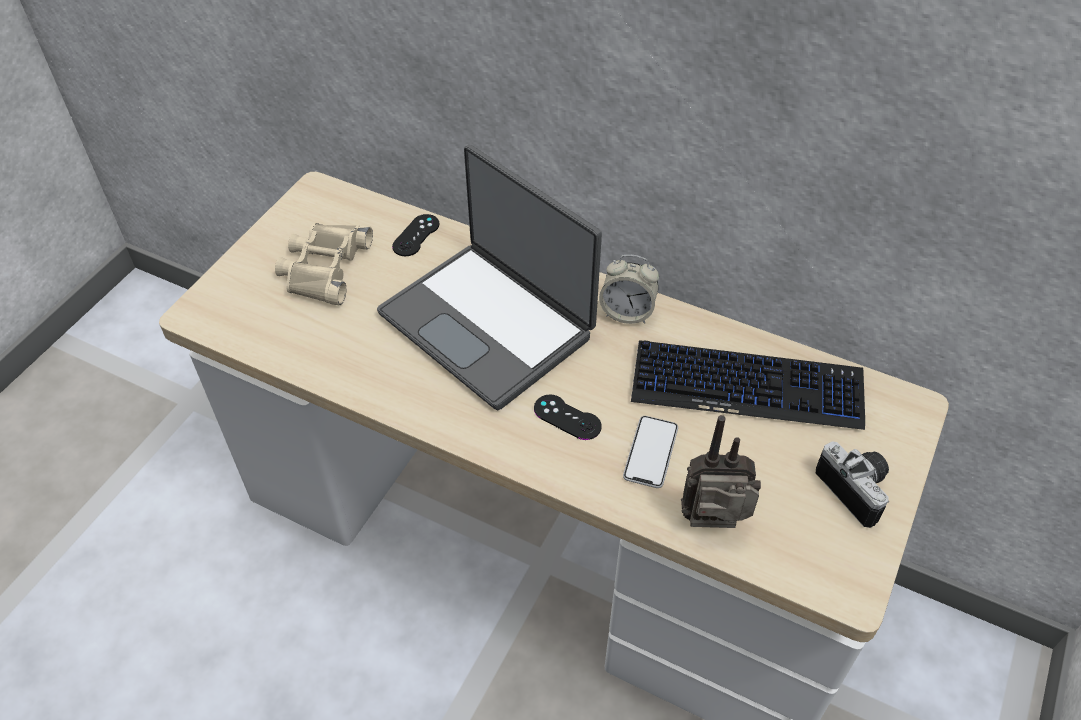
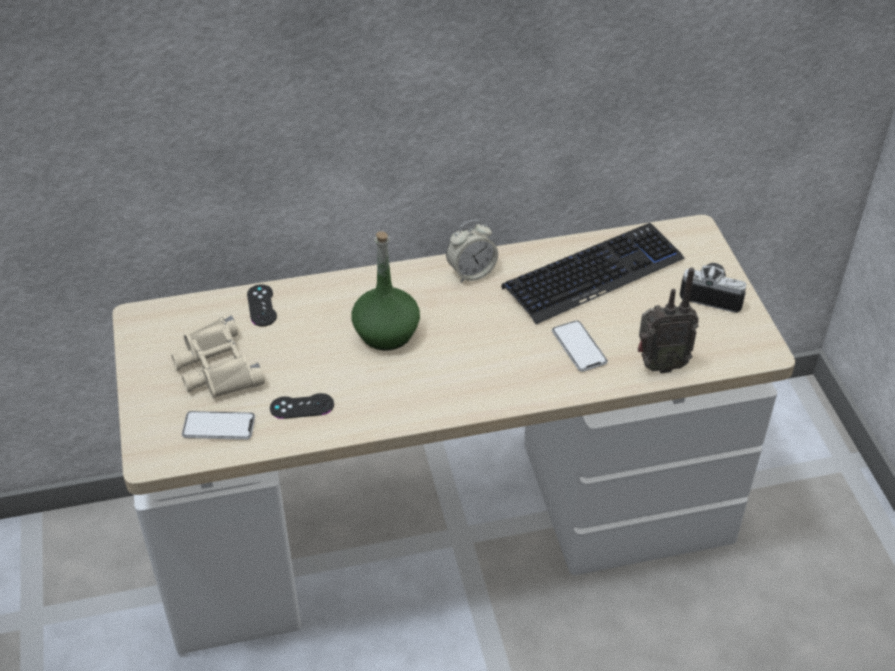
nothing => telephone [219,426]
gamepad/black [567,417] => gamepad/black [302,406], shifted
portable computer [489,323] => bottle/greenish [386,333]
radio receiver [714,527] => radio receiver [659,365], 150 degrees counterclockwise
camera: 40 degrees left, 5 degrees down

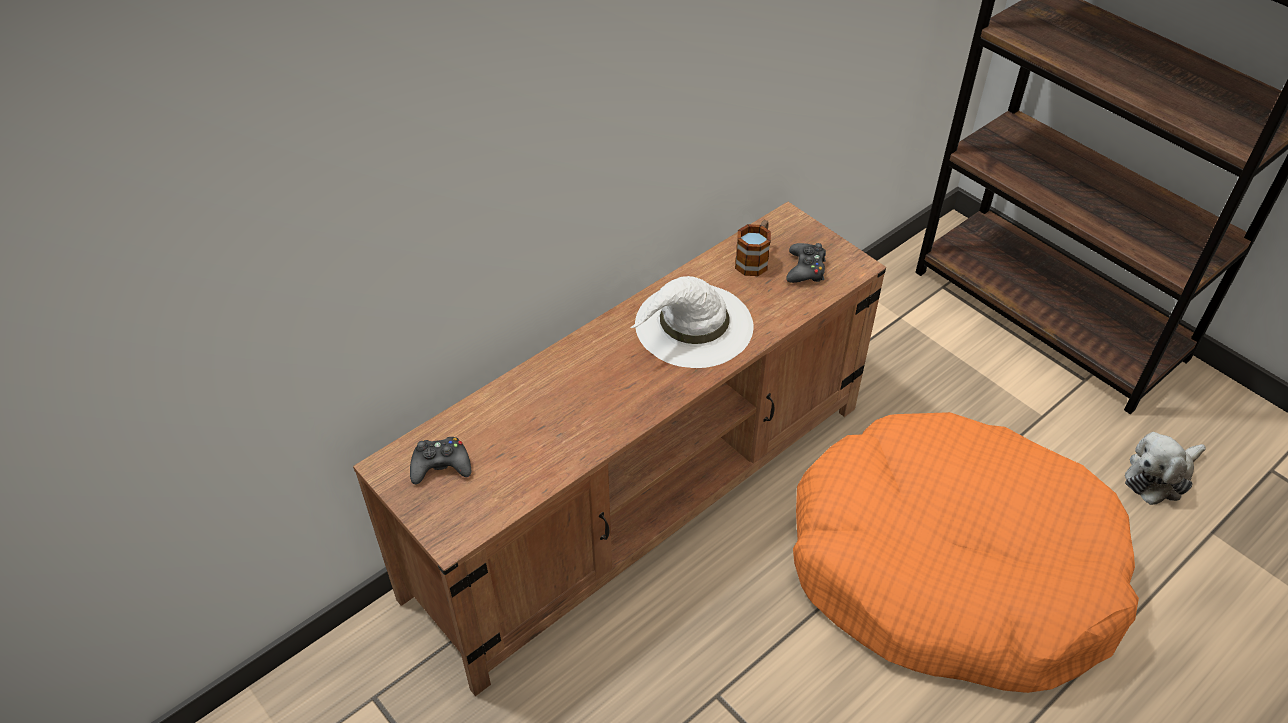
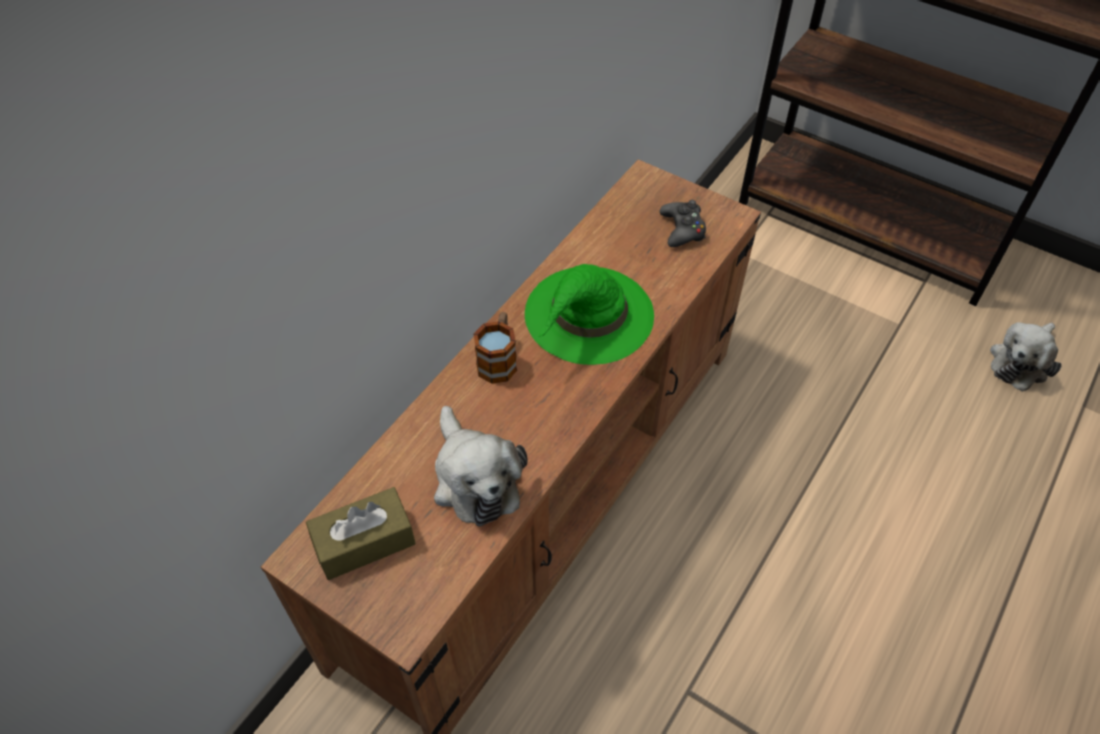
dog cushion/orange-coloured [949,570] => nothing
nothing => cuddly toy [474,479]
coffee mug [754,260] => coffee mug [498,359], shifted
gamepad/black [441,466] => box of tissues/brown-coloured [364,542]
wearable hat/white [693,326] => wearable hat/greenish [588,316]
camera: 15 degrees left, 5 degrees up

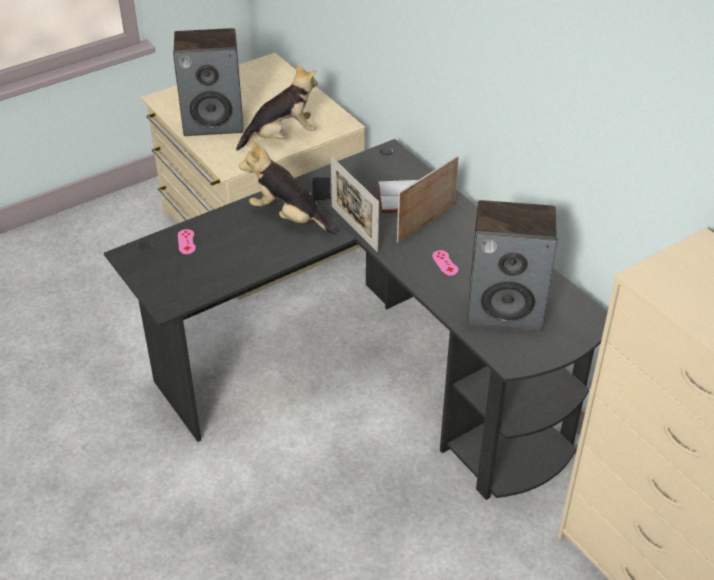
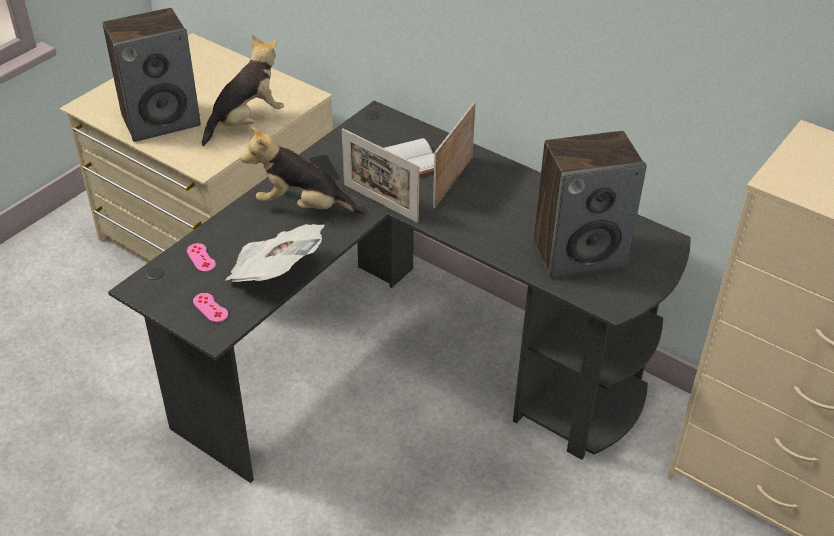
nothing => newspaper [276,273]
gamepad/pink [445,263] => gamepad/pink [210,308], shifted
camera: 20 degrees left, 0 degrees up

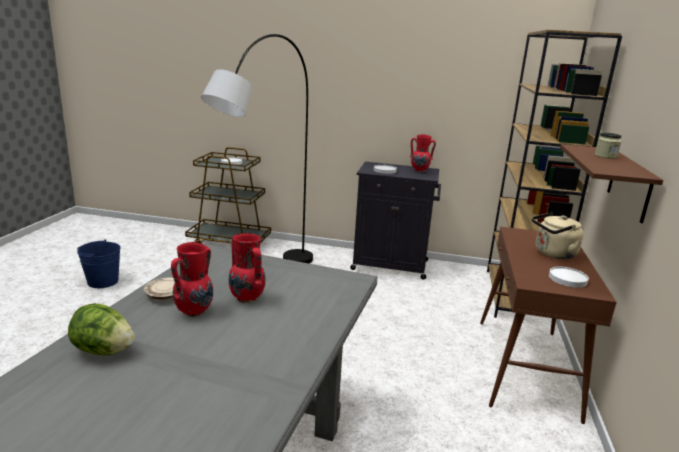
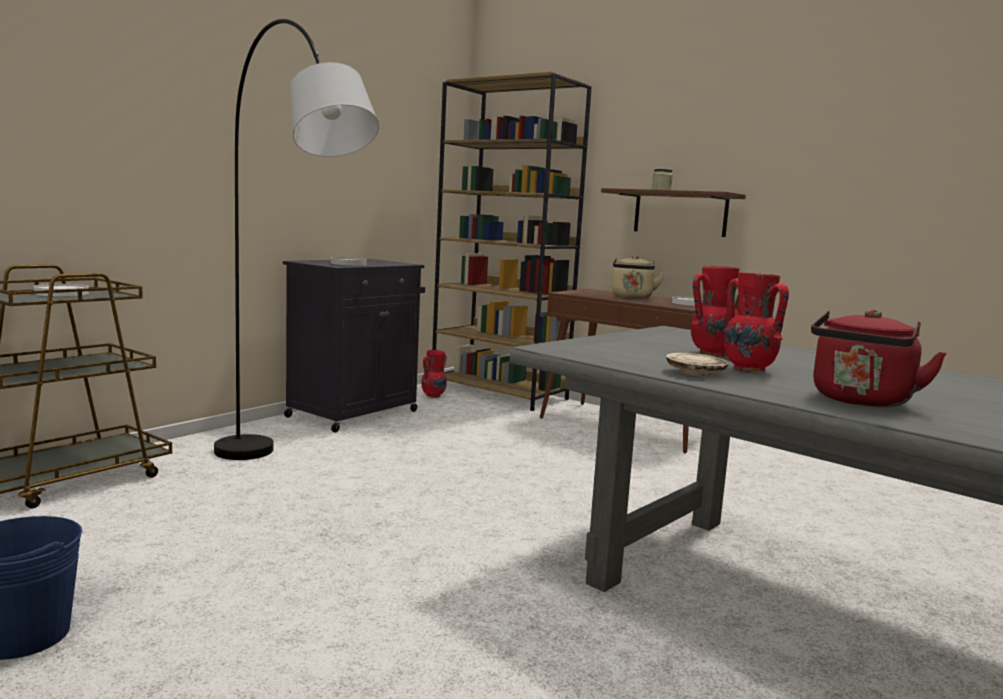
vase/reddish [420,170] => vase/reddish [433,396], shifted
lettuce [103,351] => water kettle/reddish [860,401]
camera: 65 degrees left, 10 degrees down

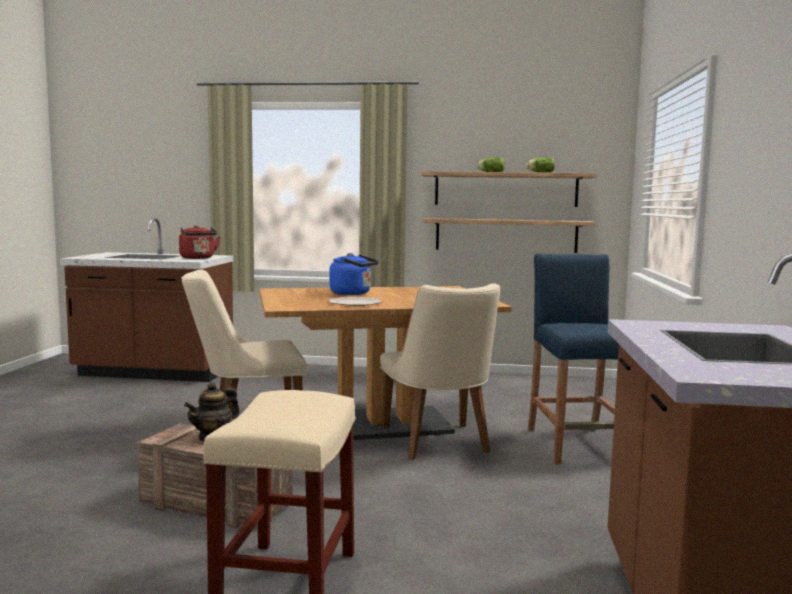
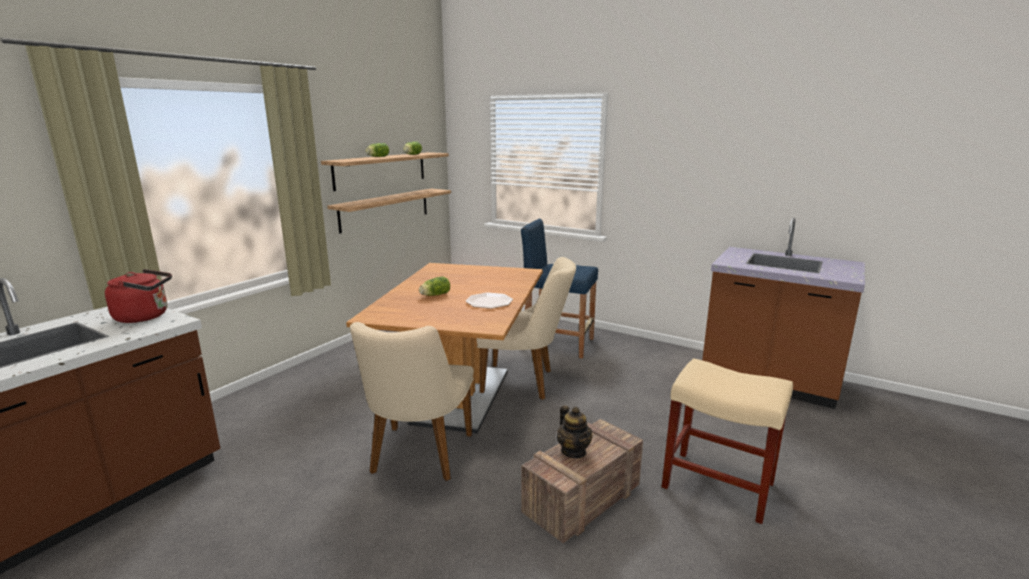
water kettle/blue [353,293] => lettuce [434,295]
camera: 65 degrees left, 10 degrees up

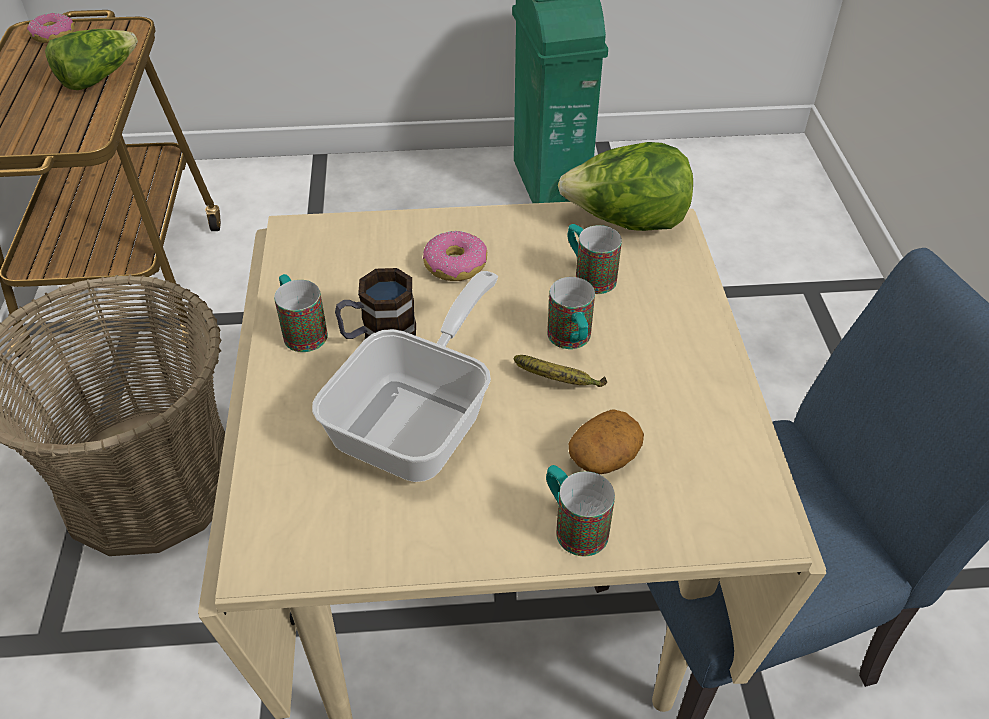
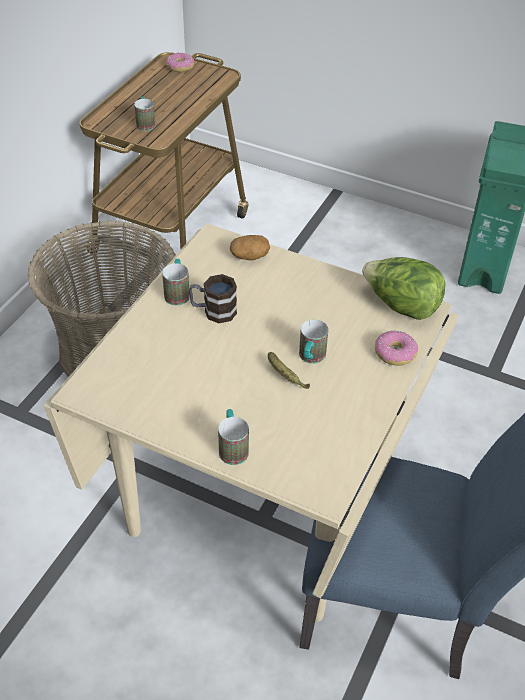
lettuce [98,77] => nothing
skillet [421,420] => nothing
doughnut [455,265] => doughnut [394,353], shifted
coffee mug [588,275] => coffee mug [145,123], shifted
whole potato [604,457] => whole potato [249,256], shifted
camera: 30 degrees right, 0 degrees up

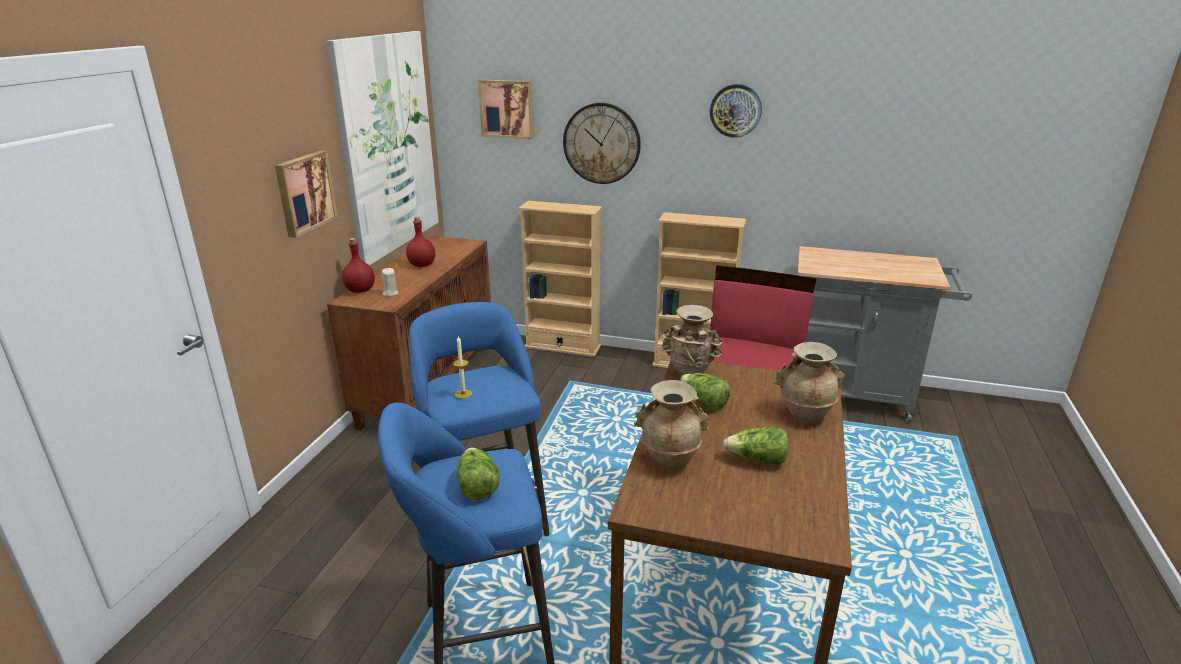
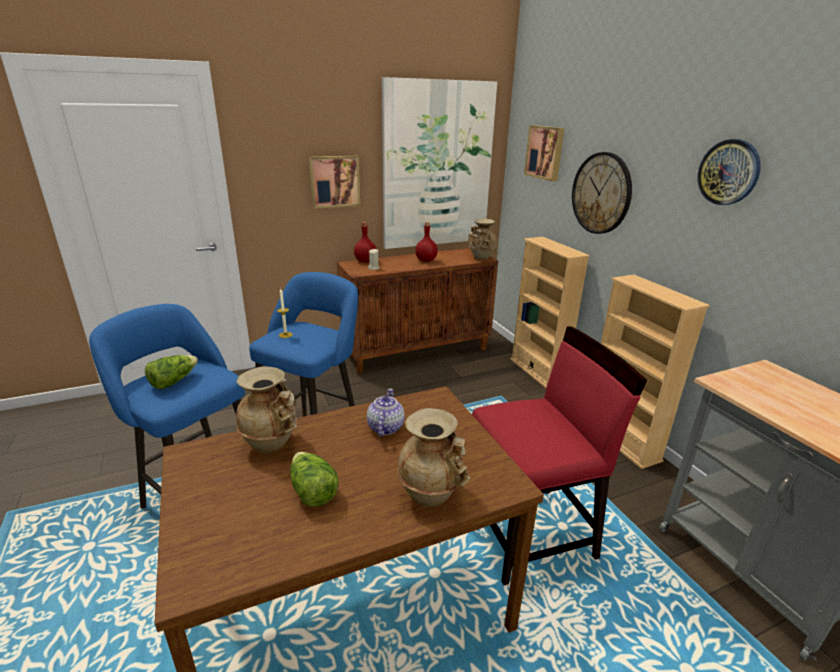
vase/beige-coloured [690,372] => vase/beige-coloured [480,258], shifted
lettuce [703,402] => teapot [385,427]
camera: 50 degrees right, 0 degrees up

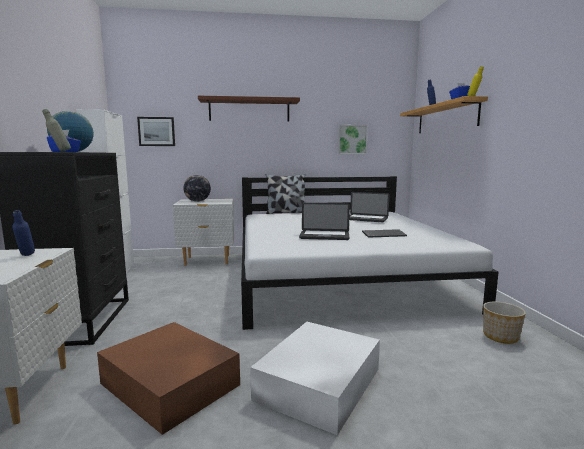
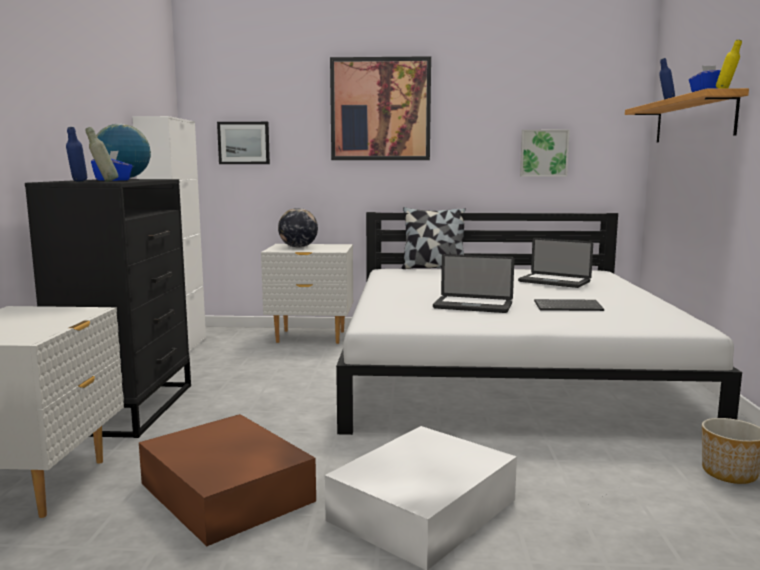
bottle/blue [26,256] => bottle/blue [78,181], shifted
wall shelf/brown-coloured [249,110] => wall picture [380,109]
camera: 10 degrees right, 0 degrees up

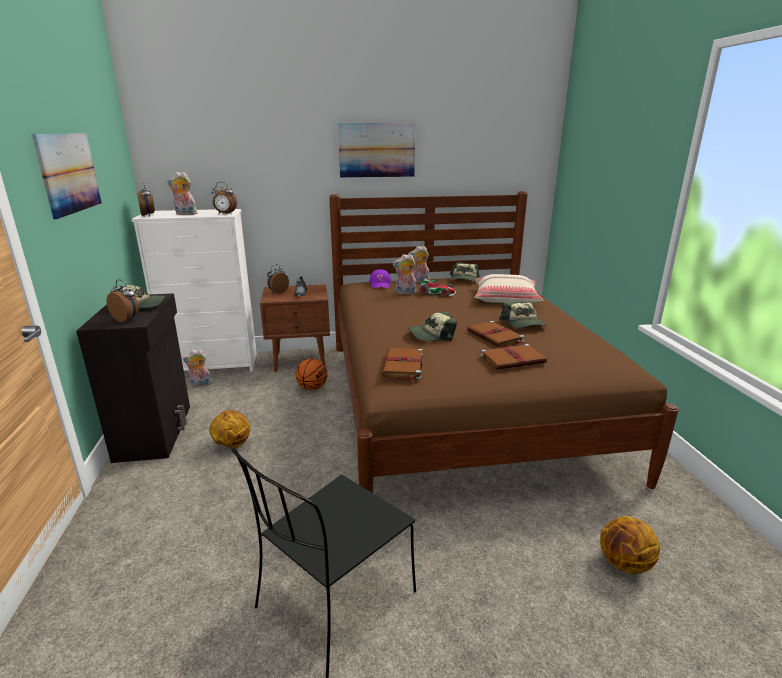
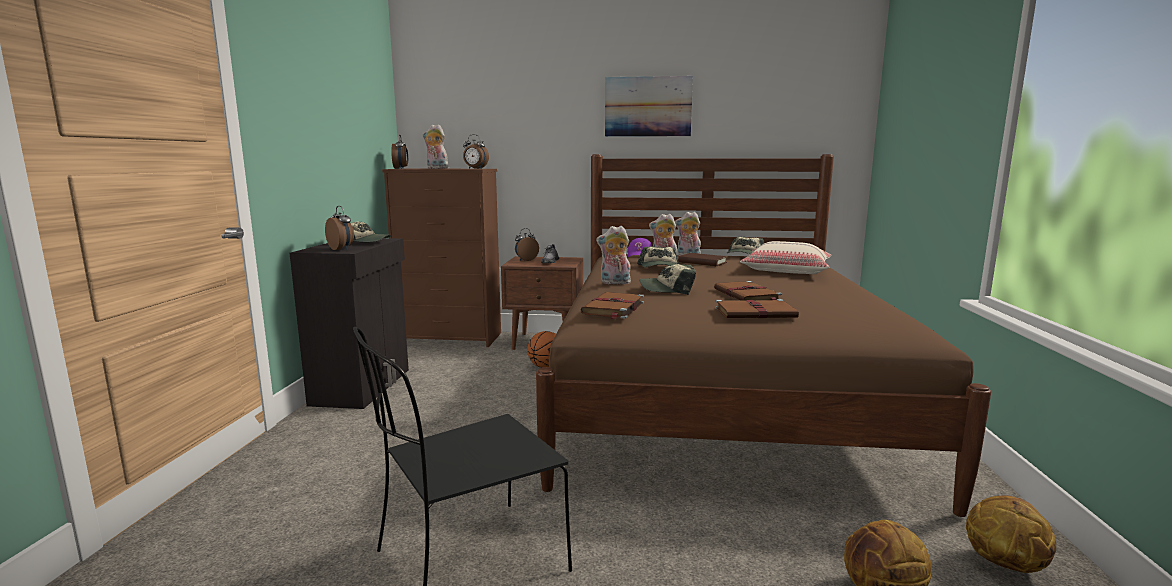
wall picture [69,173] => nothing
cuddly toy [200,384] => cuddly toy [614,283], shifted
basketball [232,445] => basketball [1003,563], shifted
cap [523,324] => cap [660,268], shifted
model car [437,293] => bound book/brown-coloured [702,262]
drawer chest/white [213,365] => drawer chest/brown-coloured [451,338]
camera: 15 degrees right, 10 degrees down

